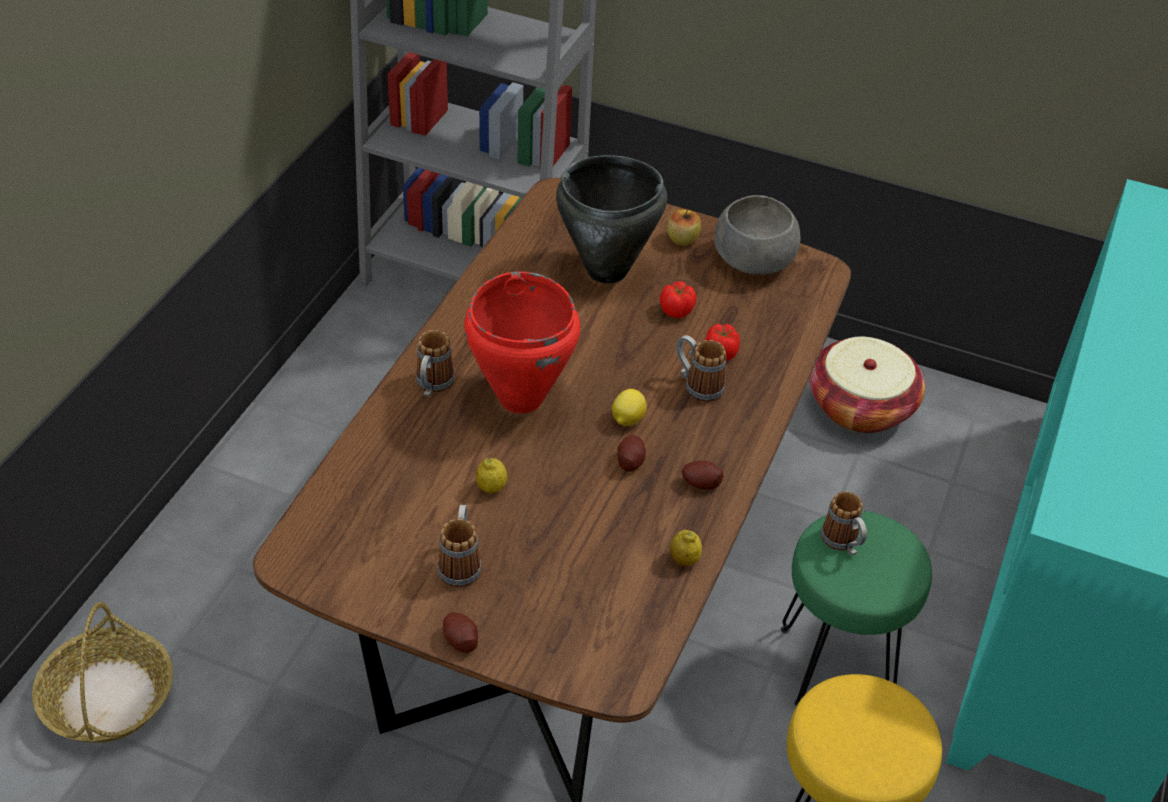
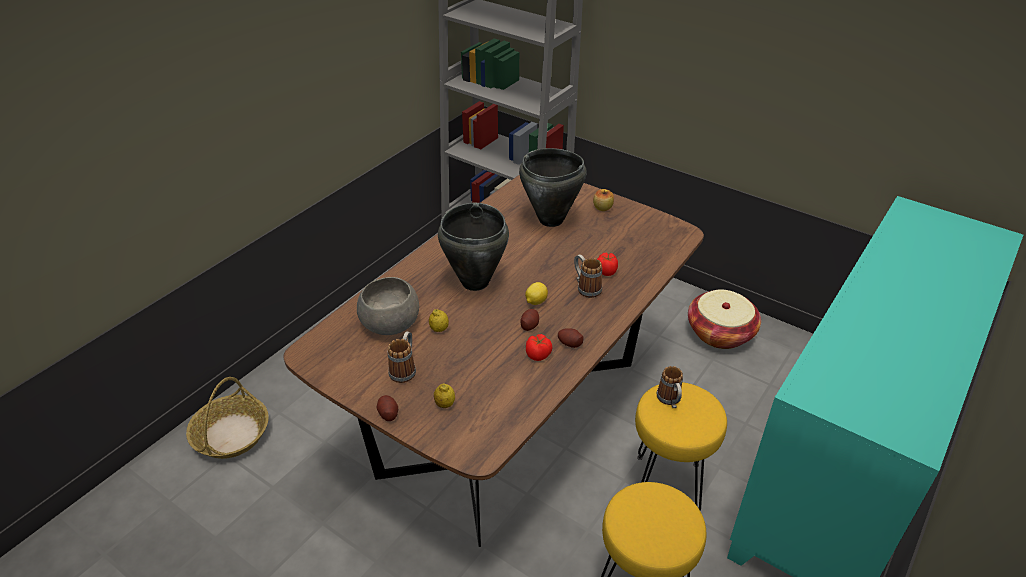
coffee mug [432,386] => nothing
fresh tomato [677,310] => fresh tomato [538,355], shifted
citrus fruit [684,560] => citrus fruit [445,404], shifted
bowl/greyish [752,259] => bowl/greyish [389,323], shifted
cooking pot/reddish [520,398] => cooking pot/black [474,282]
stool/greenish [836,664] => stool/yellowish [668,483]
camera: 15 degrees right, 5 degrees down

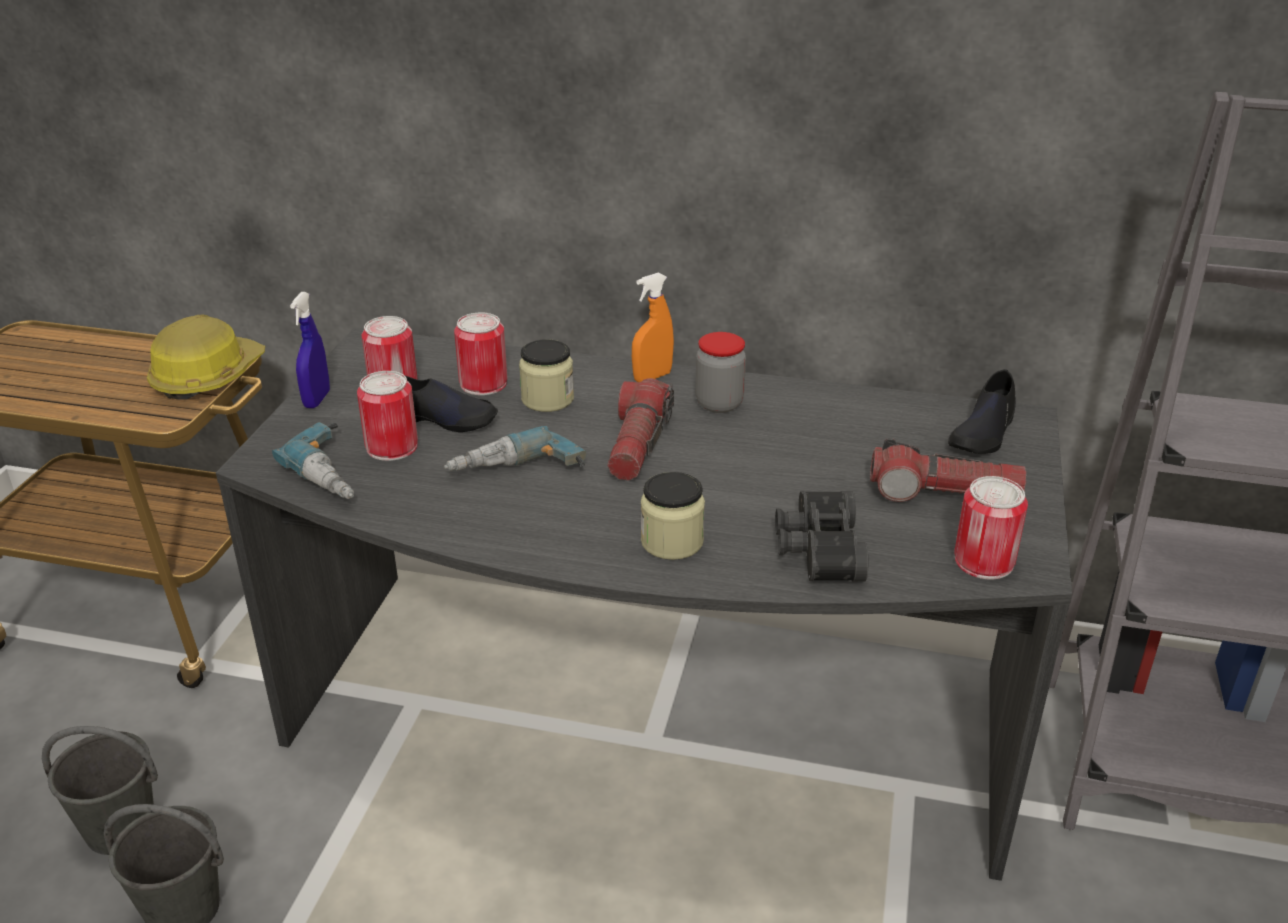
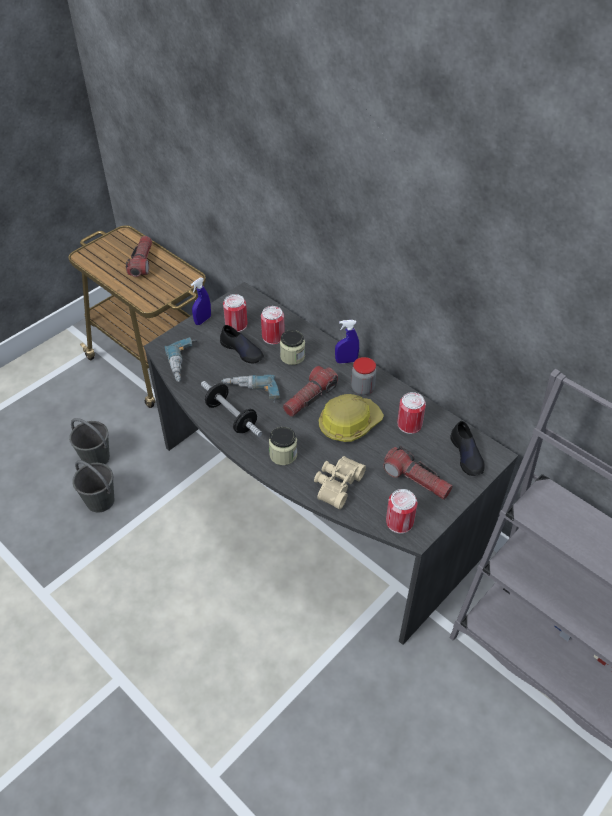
nothing => hand torch [142,262]
nothing => hand weight [231,417]
work helmet [207,376] => work helmet [349,423], shifted
sealed can [392,447] => sealed can [409,424], shifted
sprayer/orange-coloured [652,377] => sprayer/blue [346,361]
field glasses/black [816,550] => field glasses/beige-coloured [336,484]
shoe/black [983,432] => shoe/black [467,455], 75 degrees counterclockwise
camera: 30 degrees right, 15 degrees up

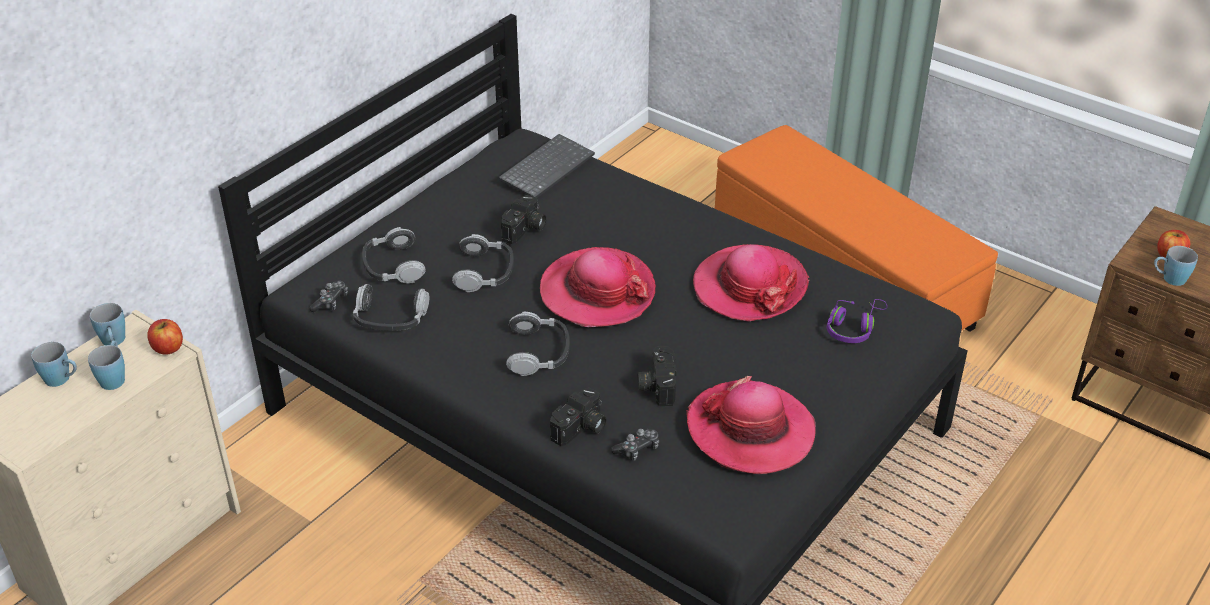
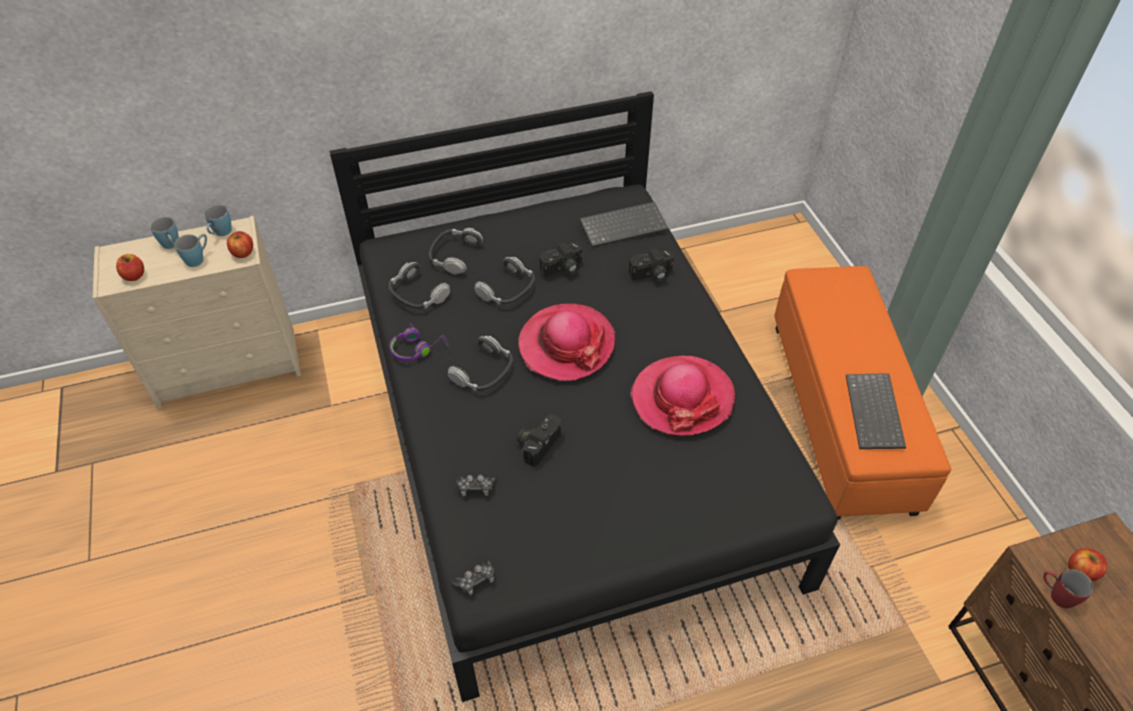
wearable hat [750,431] => nothing
nothing => apple fruit [134,275]
nothing => PC keyboard [875,413]
gamepad [331,302] => gamepad [476,581], shifted
still camera [581,429] => still camera [651,275], shifted
headset/purple [853,328] => headset/purple [417,349], shifted
coffee mug/blue [1169,279] => coffee mug/reddish [1056,595]
camera: 35 degrees right, 10 degrees up

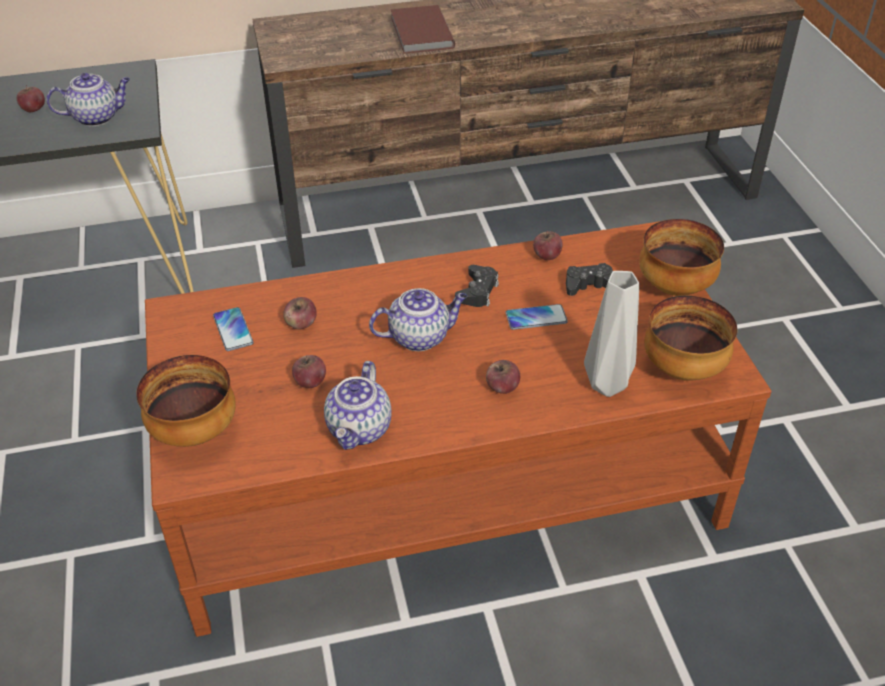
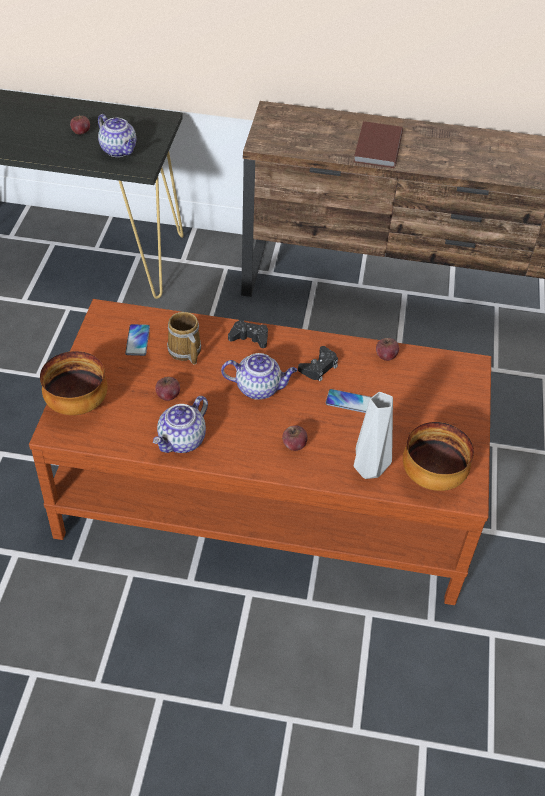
bowl [676,287] => nothing
gamepad/black [589,285] => gamepad/black [249,338], shifted
apple fruit [301,324] => coffee mug [184,351]
teapot [97,117] => teapot [119,150], 45 degrees clockwise
camera: 20 degrees right, 5 degrees up

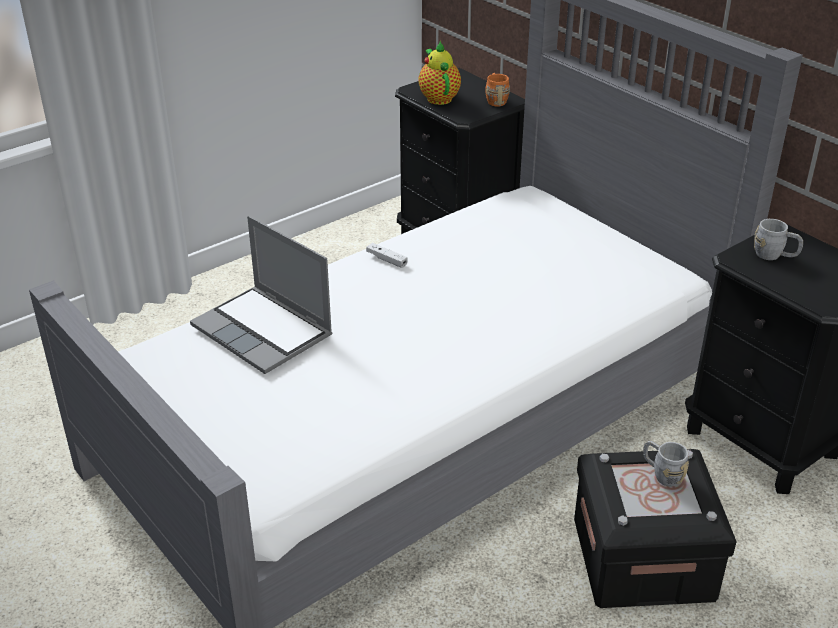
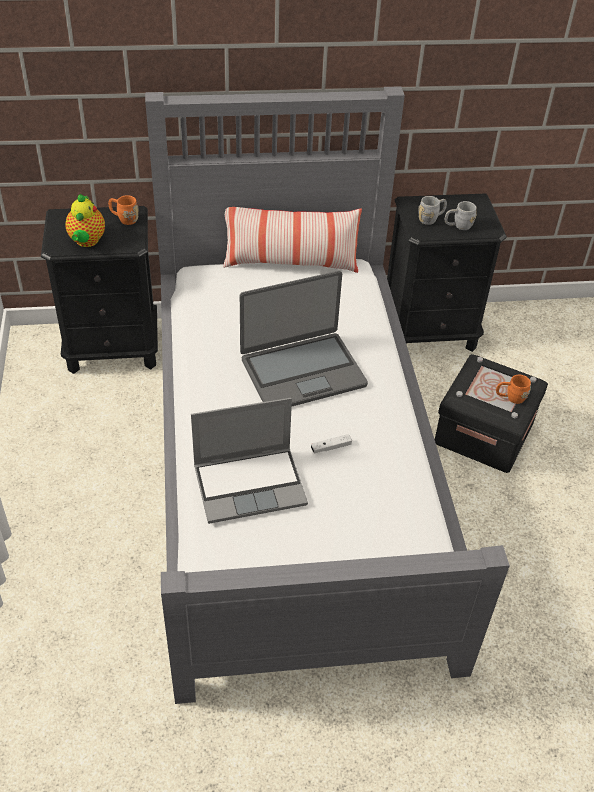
nothing => throw pillow [290,264]
nothing => portable computer [302,371]
nothing => coffee mug/orange-coloured [510,397]
gamepad/white [386,259] => gamepad/white [331,447], shifted
coffee mug/greyish [662,474] => coffee mug/greyish [458,226], shifted
teapot [438,97] => teapot [86,242], 105 degrees counterclockwise
camera: 60 degrees left, 10 degrees up

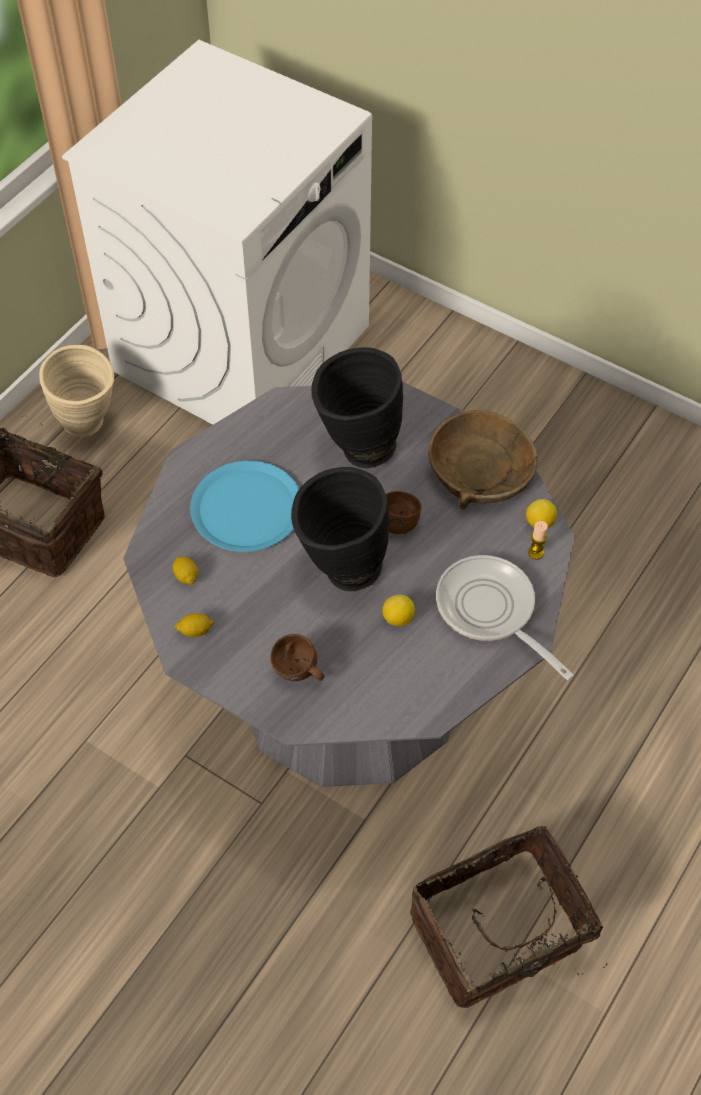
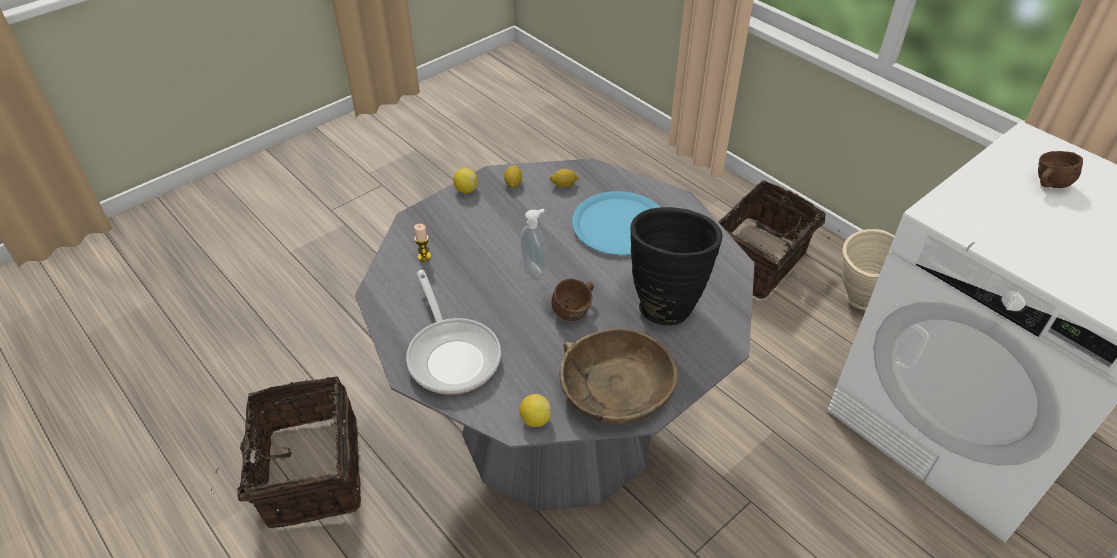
coffee mug/brown-coloured [299,674] => coffee mug/brown-coloured [1047,184], shifted
citrus fruit [398,619] => citrus fruit [466,190], shifted
wax candle [535,553] => wax candle [424,256], shifted
vase/black [339,571] => soap bottle [535,266]
skillet [490,611] => skillet [452,354], 90 degrees clockwise
camera: 105 degrees right, 10 degrees down

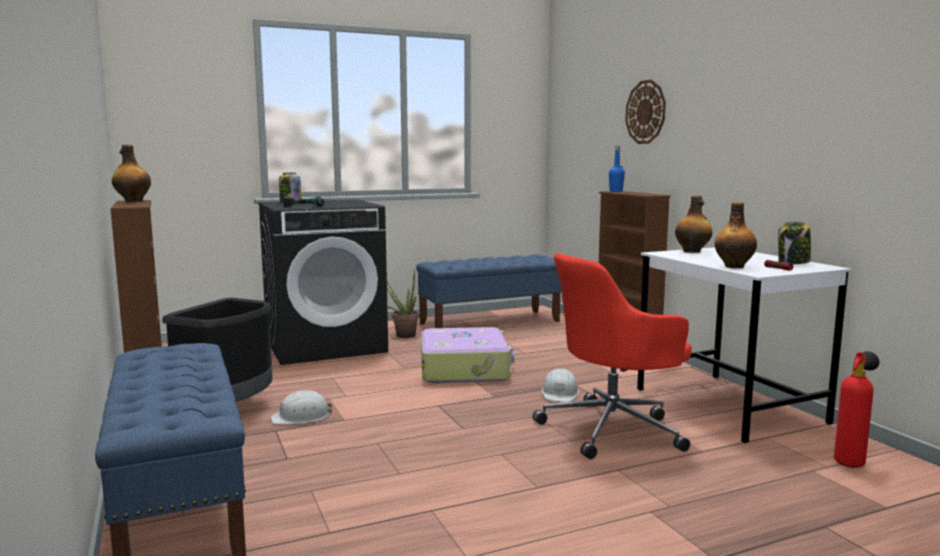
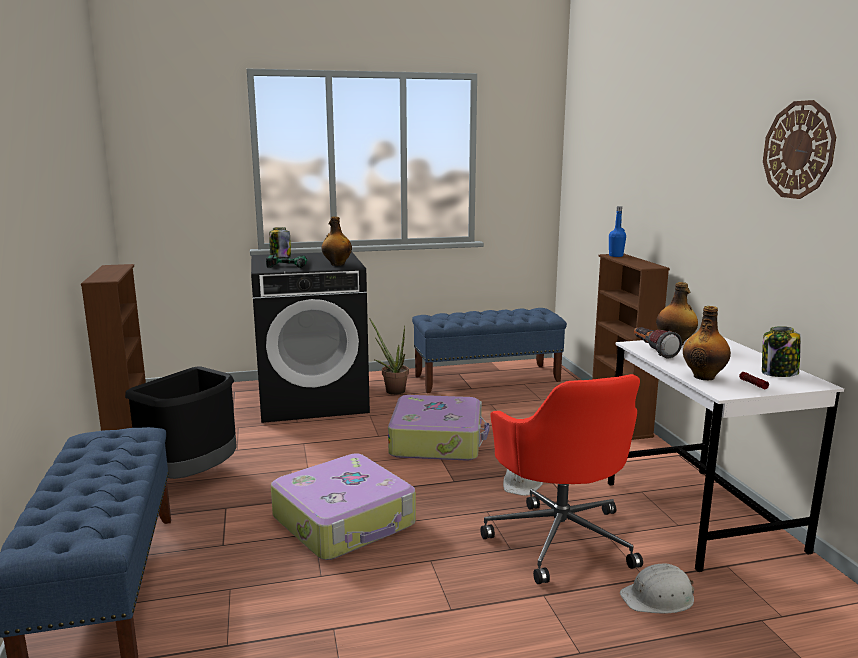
extinguisher [851,462] => nothing
nothing => suitcase [345,521]
nothing => hand torch [652,351]
bottle [133,201] => bottle [337,264], shifted
work helmet/white [301,417] => work helmet/white [658,598], shifted
clock on the wall [645,112] => clock on the wall [798,150], shifted
office chair/reddish [613,429] => office chair/reddish [560,537], 90 degrees counterclockwise
camera: 10 degrees right, 5 degrees up

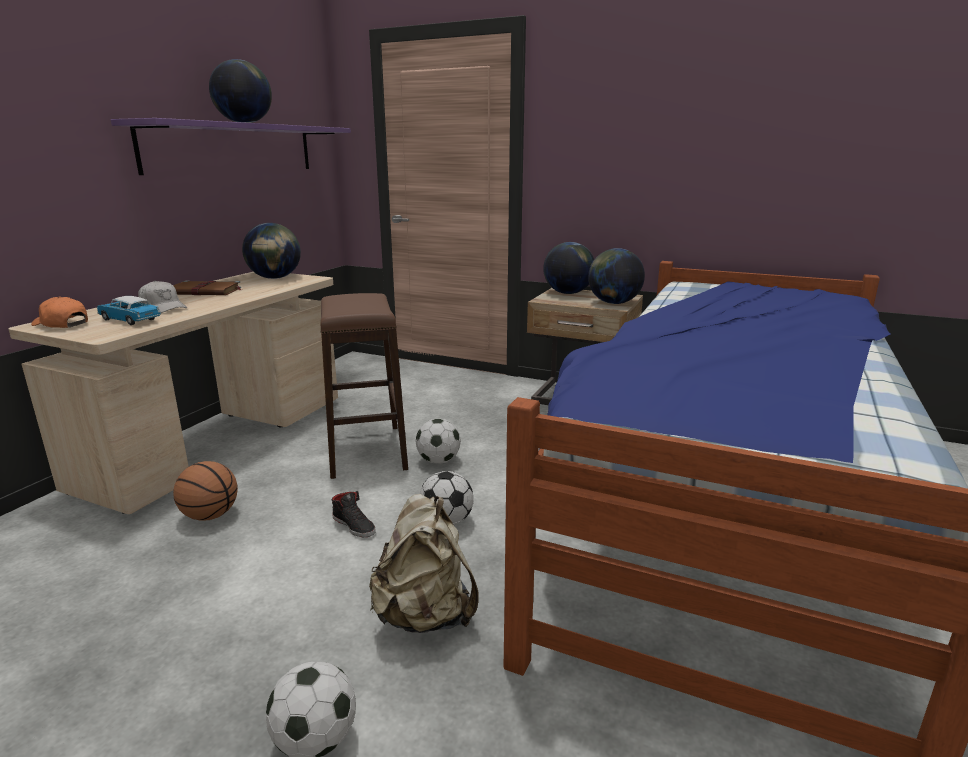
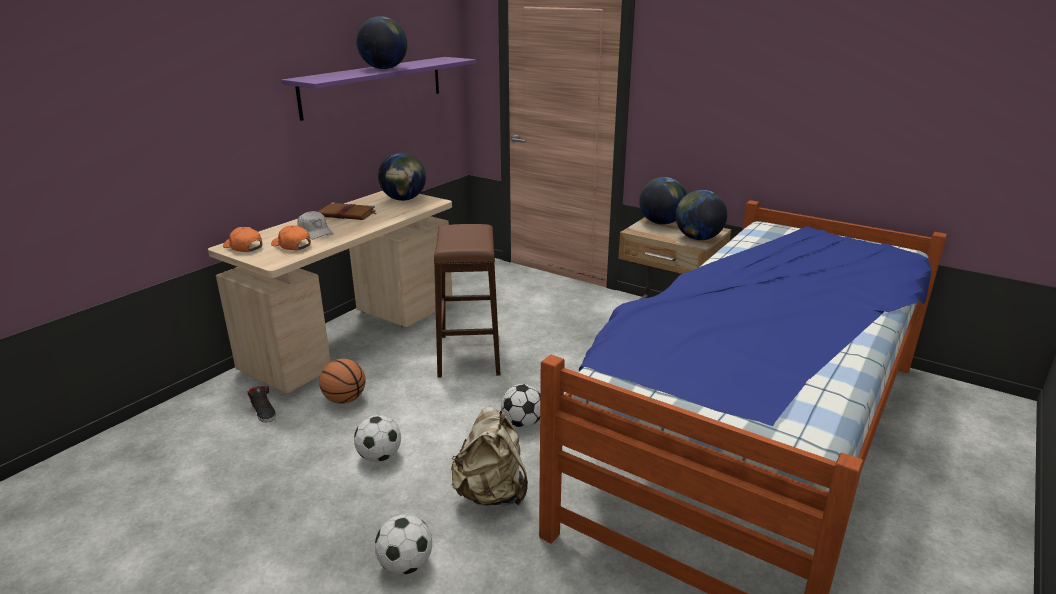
shoe/black [354,525] => shoe/black [264,412], shifted
football ball [438,461] => football ball [380,456], shifted
model car [130,320] => cap/orange-coloured [291,245]
camera: 10 degrees right, 5 degrees up

